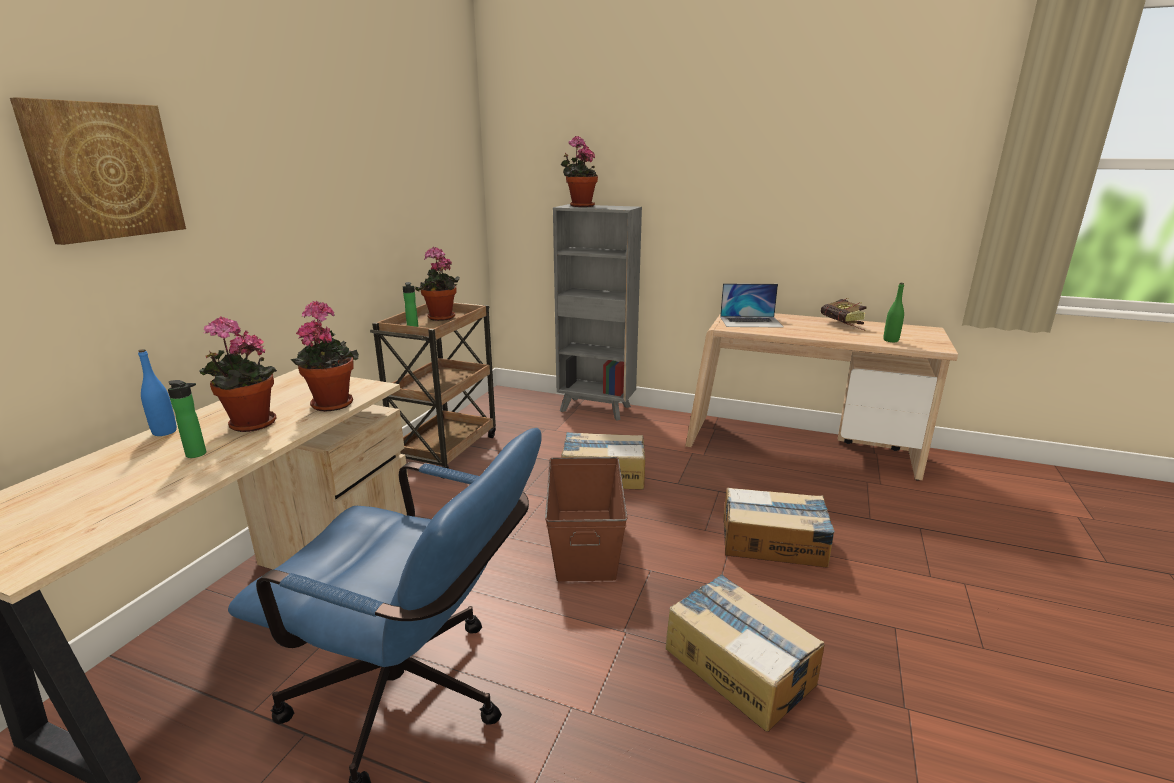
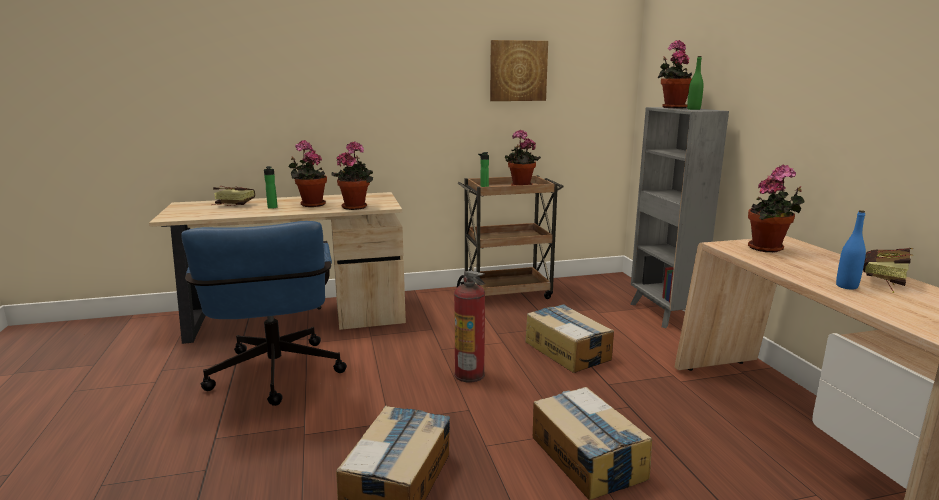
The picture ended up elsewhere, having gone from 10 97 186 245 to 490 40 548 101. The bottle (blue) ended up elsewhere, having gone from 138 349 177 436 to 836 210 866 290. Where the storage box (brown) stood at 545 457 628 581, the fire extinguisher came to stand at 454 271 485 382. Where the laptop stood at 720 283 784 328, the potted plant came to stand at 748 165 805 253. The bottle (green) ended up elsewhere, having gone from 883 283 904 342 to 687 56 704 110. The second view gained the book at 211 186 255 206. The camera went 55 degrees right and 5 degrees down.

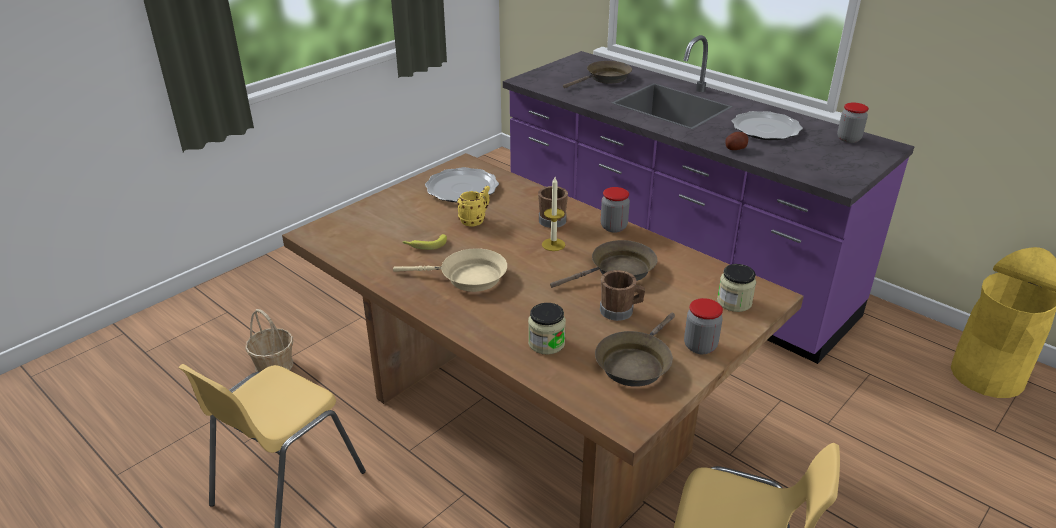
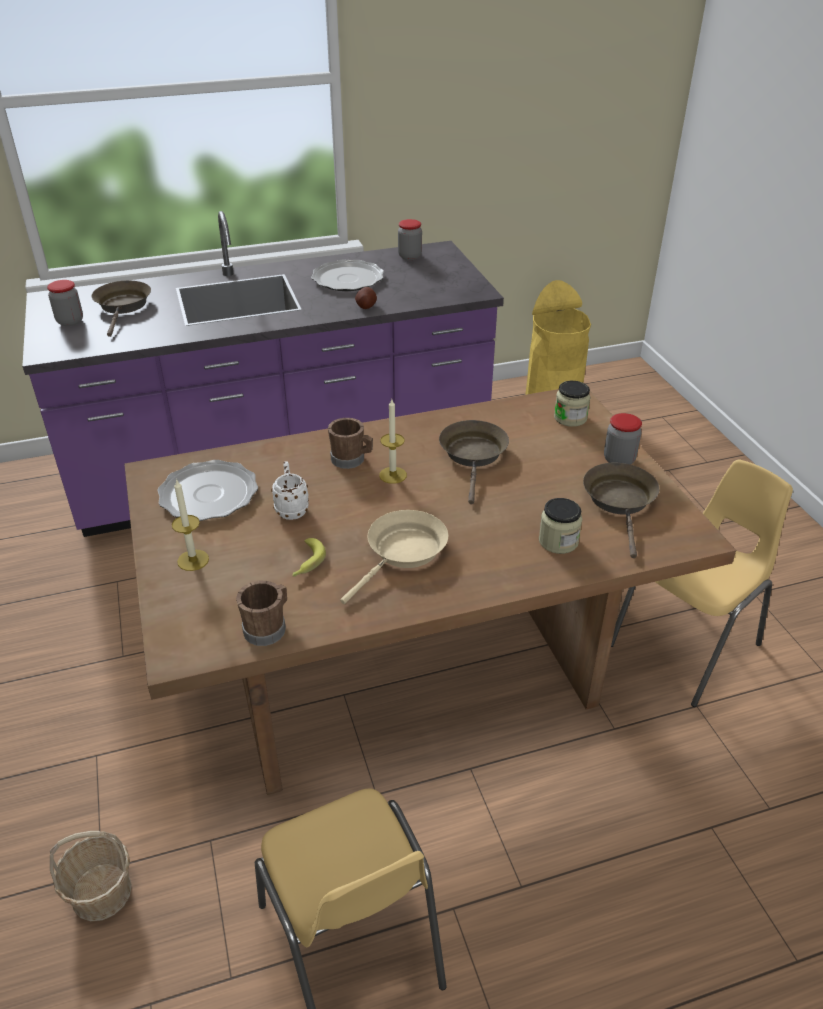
What was the mug (yellow) at 457 186 490 226 turned into the mug (white) at 271 461 309 520. The frying pan (brown) at 595 313 675 387 ended up facing another way, 150 degrees counterclockwise from before. The mug (brown) ended up elsewhere, having gone from 600 270 645 321 to 236 581 287 646. The jar ended up elsewhere, having gone from 601 187 630 233 to 47 280 83 326. The second view gained the candle at 172 479 209 571. The camera went 60 degrees left and 5 degrees up.

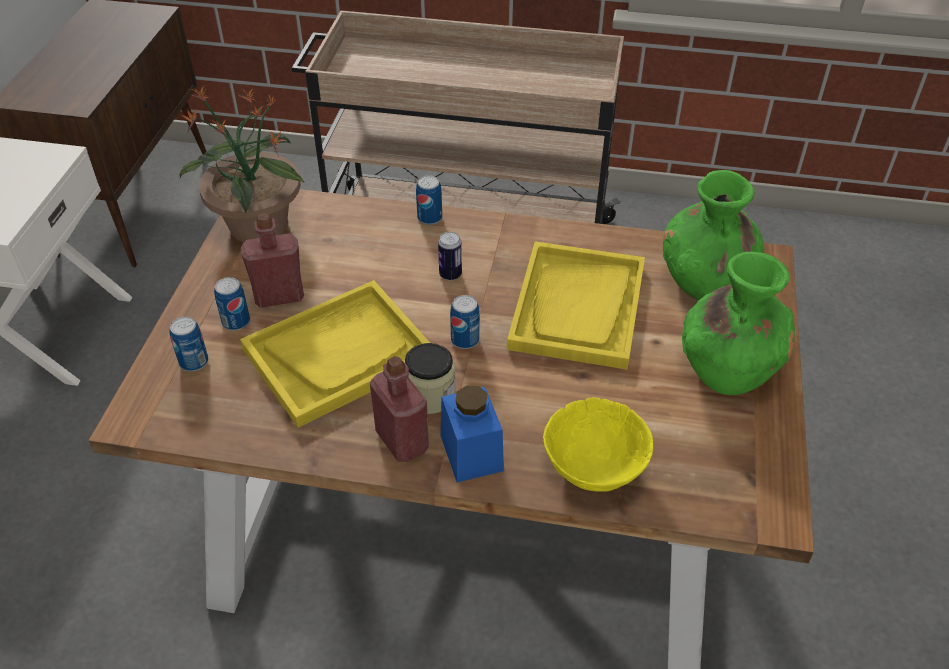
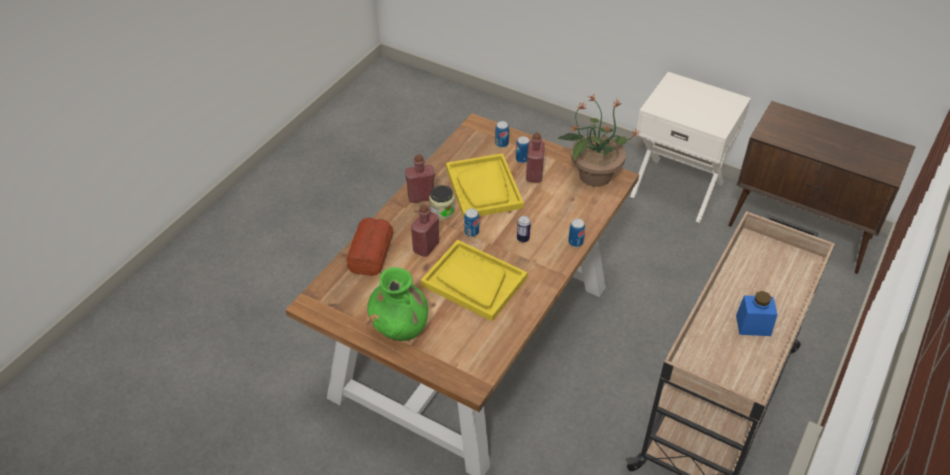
The jar (blue) ended up elsewhere, having gone from 441 385 504 483 to 736 291 777 336. Where the bowl (yellow) stood at 543 398 653 492, the bread came to stand at 347 218 393 276. The second view lost the vase (green) at 663 170 764 300. The second view gained the bottle (red) at 411 204 439 257. The camera went 110 degrees right and 0 degrees up.

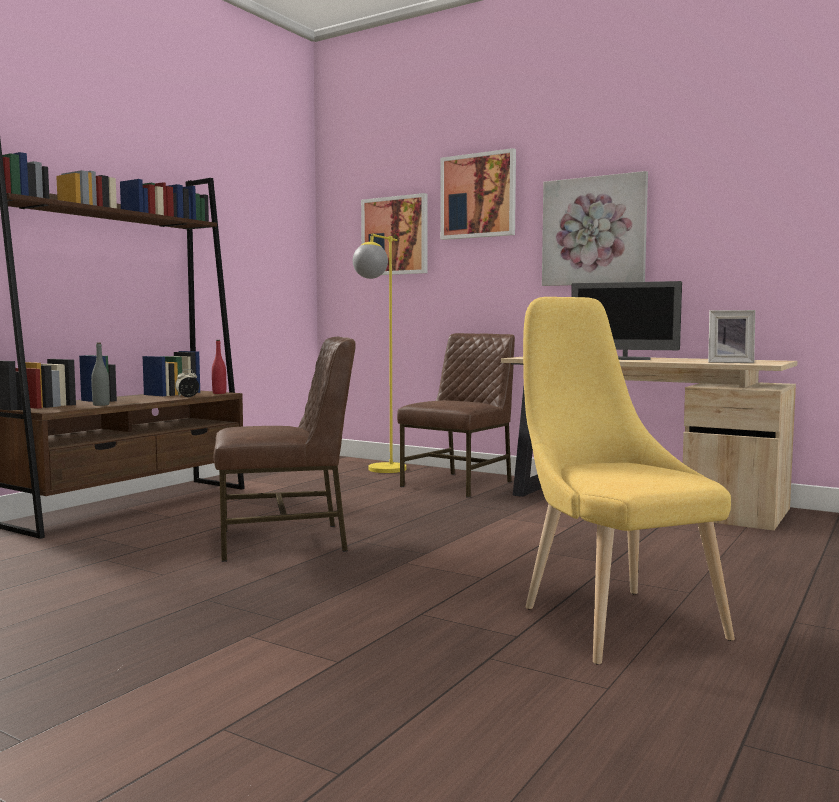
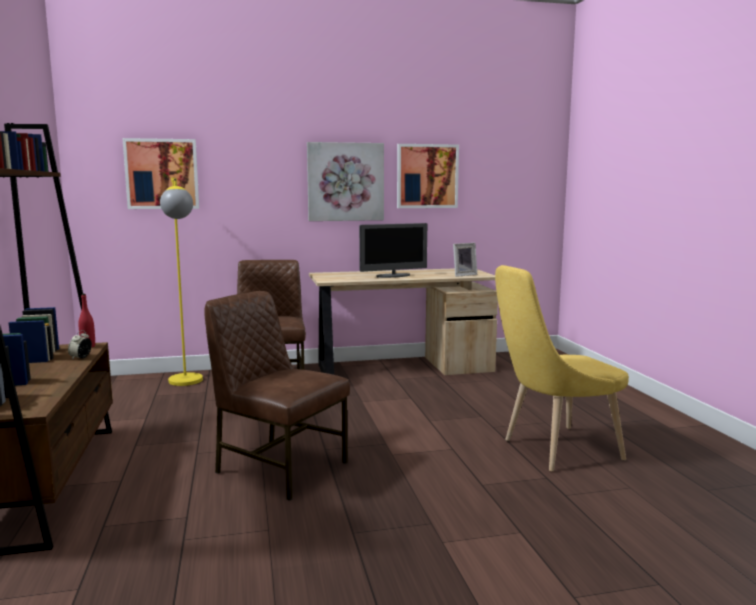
The second view lost the bottle (grey) at 91 343 110 406. The chair (brown) at 214 337 356 562 ended up facing another way, 90 degrees counterclockwise from before. The picture ended up elsewhere, having gone from 440 148 516 240 to 397 144 459 208. The chair (yellow) at 523 297 735 665 ended up facing another way, 45 degrees counterclockwise from before. The camera went 45 degrees left and 5 degrees up.

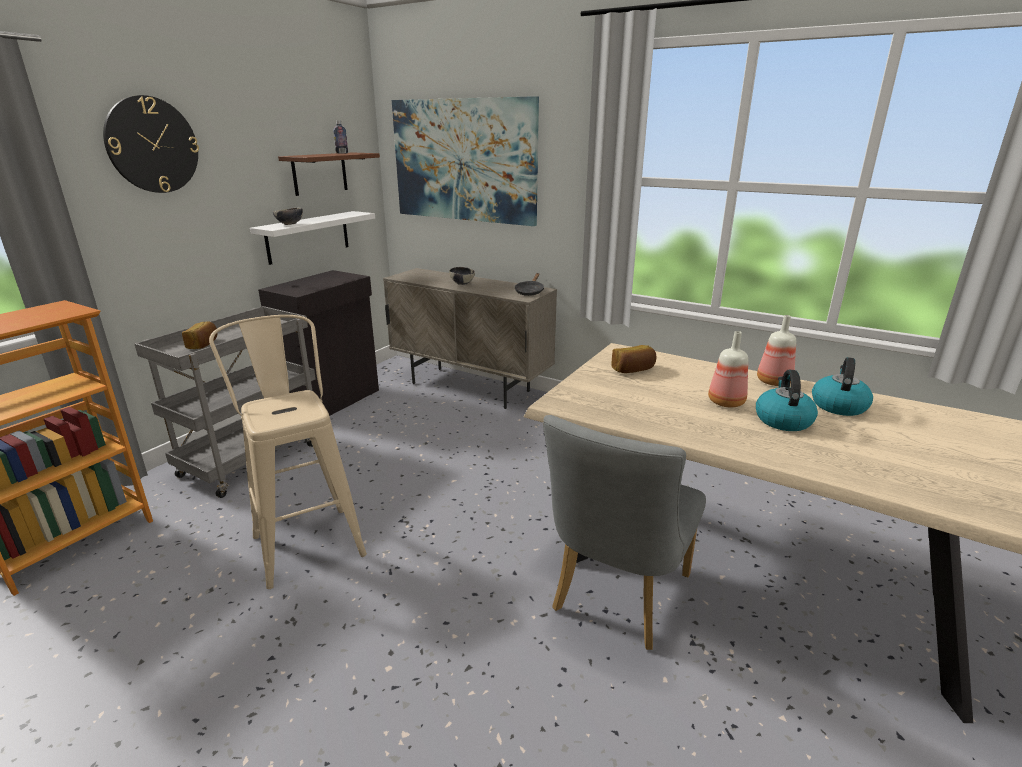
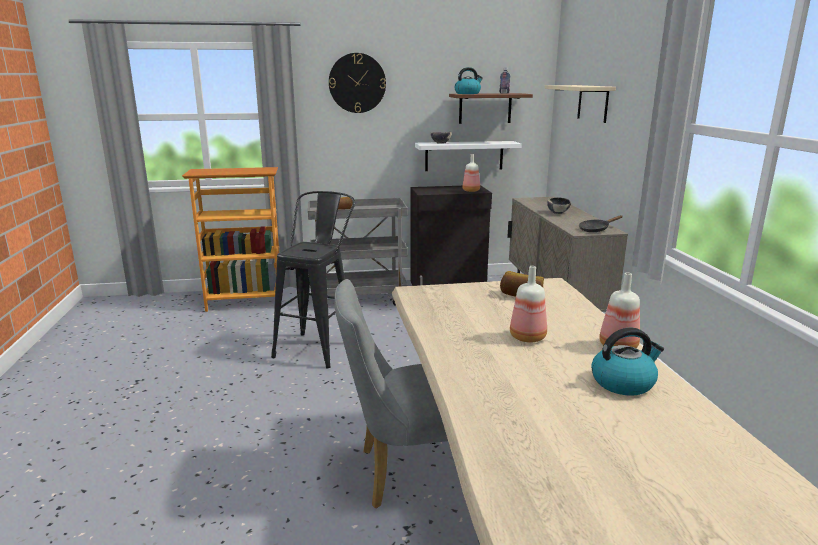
What was the stool (beige) at 209 315 367 589 turned into the stool (black) at 271 191 355 368. Where the picture hung at 392 96 539 226, the shelf (beige) came to hang at 545 85 616 123. The kettle ended up elsewhere, having gone from 756 370 818 431 to 454 67 483 94. The second view gained the bottle at 463 154 480 192. The camera went 50 degrees right and 5 degrees down.

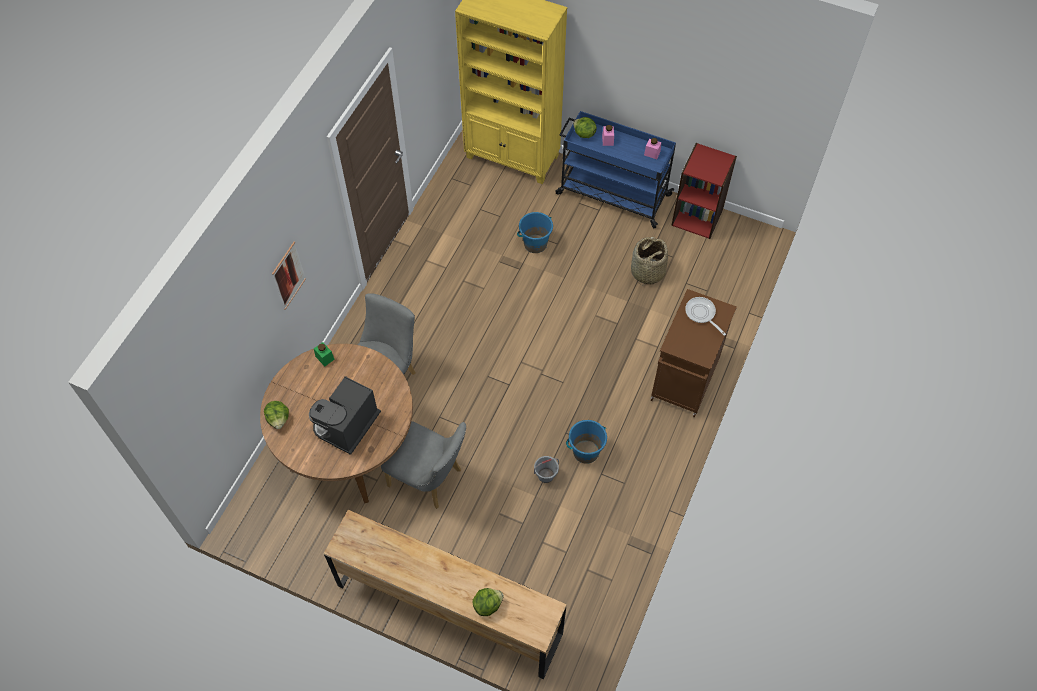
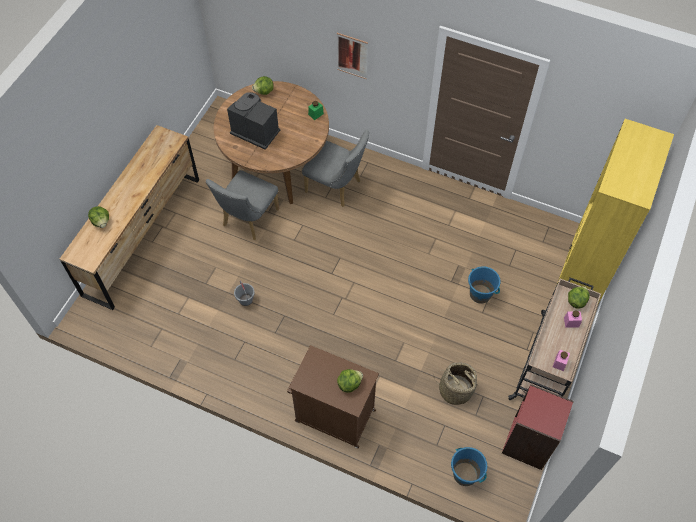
What was the cart (blue) at 555 111 676 229 turned into the cart (beige) at 508 277 601 400. The bucket (blue) ended up elsewhere, having gone from 566 420 607 464 to 451 447 487 486. Where the frying pan stood at 685 297 726 336, the lettuce came to stand at 337 369 363 393. The camera went 90 degrees right and 0 degrees up.

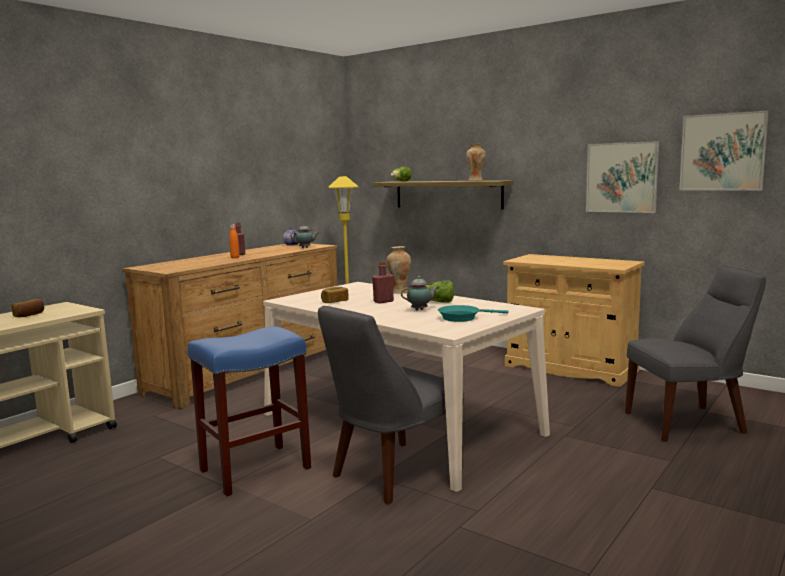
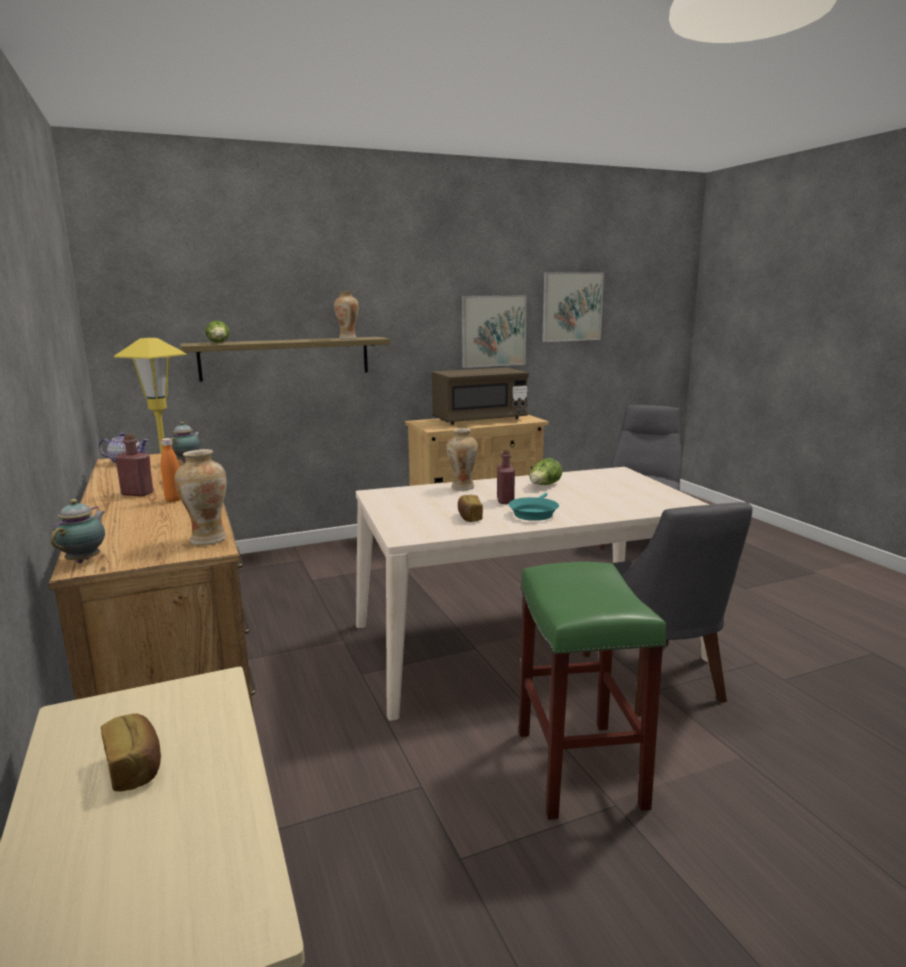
What was the stool (blue) at 187 326 311 496 turned into the stool (green) at 519 562 667 820. The teapot ended up elsewhere, having gone from 401 276 438 311 to 51 499 105 563. The frying pan (turquoise) ended up elsewhere, having gone from 438 305 509 322 to 508 493 559 521. The second view gained the vase at 175 449 227 545. The second view gained the microwave (brown) at 432 368 529 425. The camera went 60 degrees left and 5 degrees up.

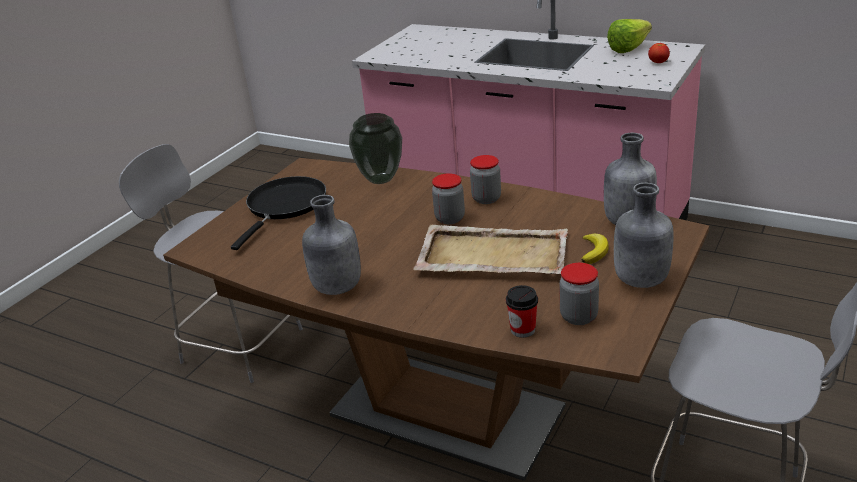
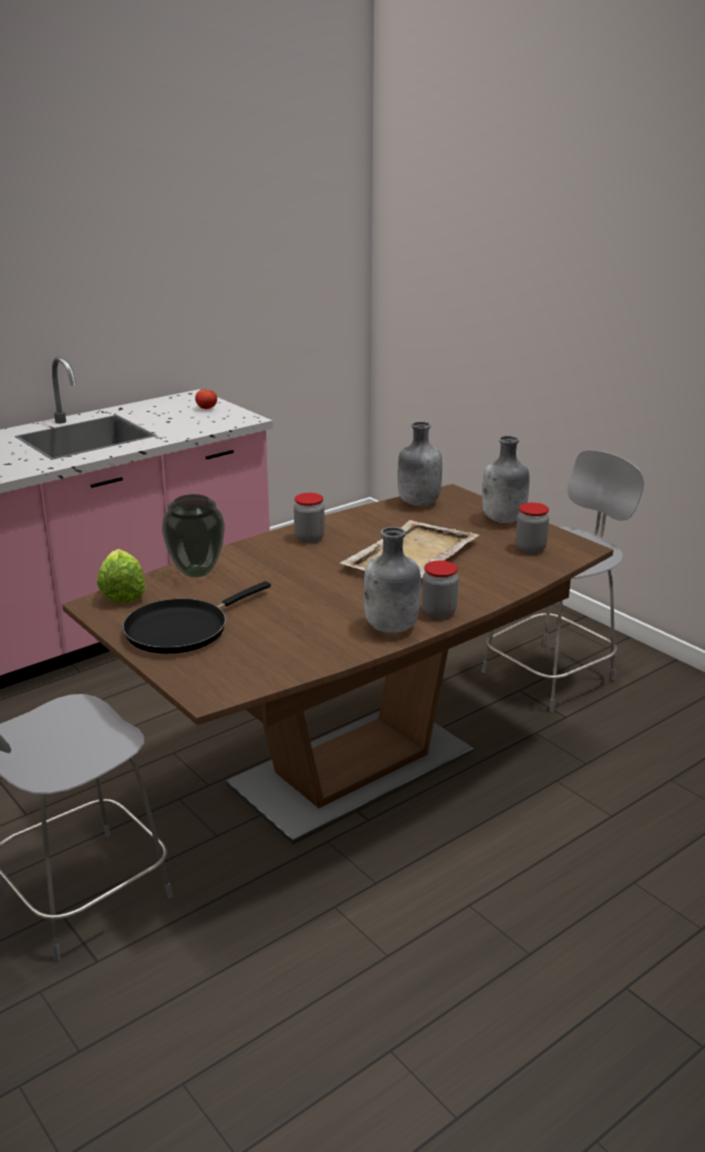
The frying pan (black) at 231 176 326 250 ended up facing another way, 90 degrees counterclockwise from before. The jar ended up elsewhere, having gone from 432 173 465 224 to 422 560 459 619. The second view lost the cup at 506 285 538 338. The second view lost the banana at 581 234 609 264. The lettuce ended up elsewhere, having gone from 607 19 652 53 to 97 549 146 603. The camera went 70 degrees left and 5 degrees down.

